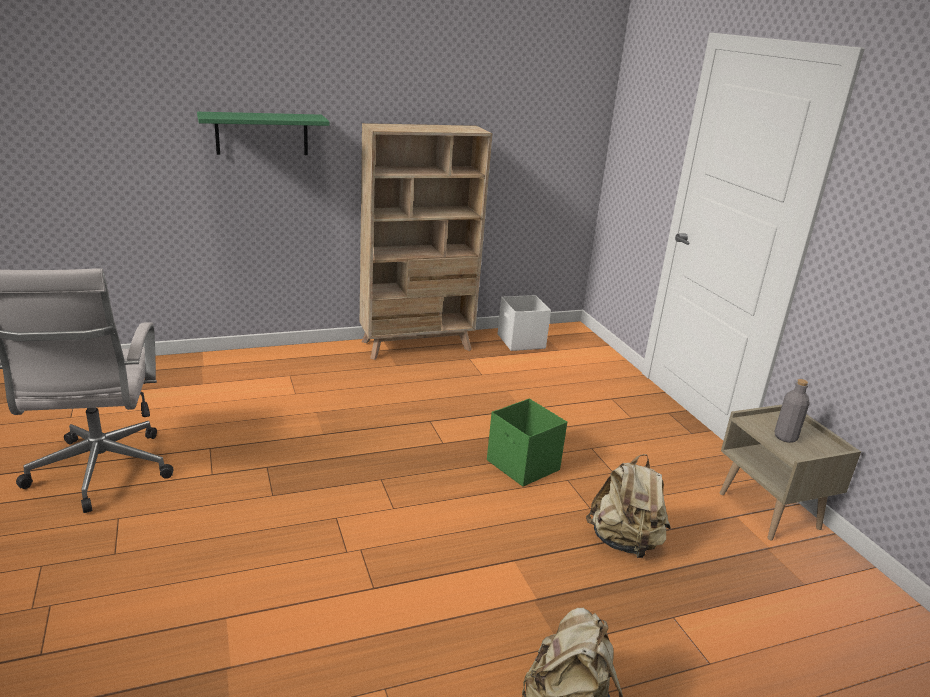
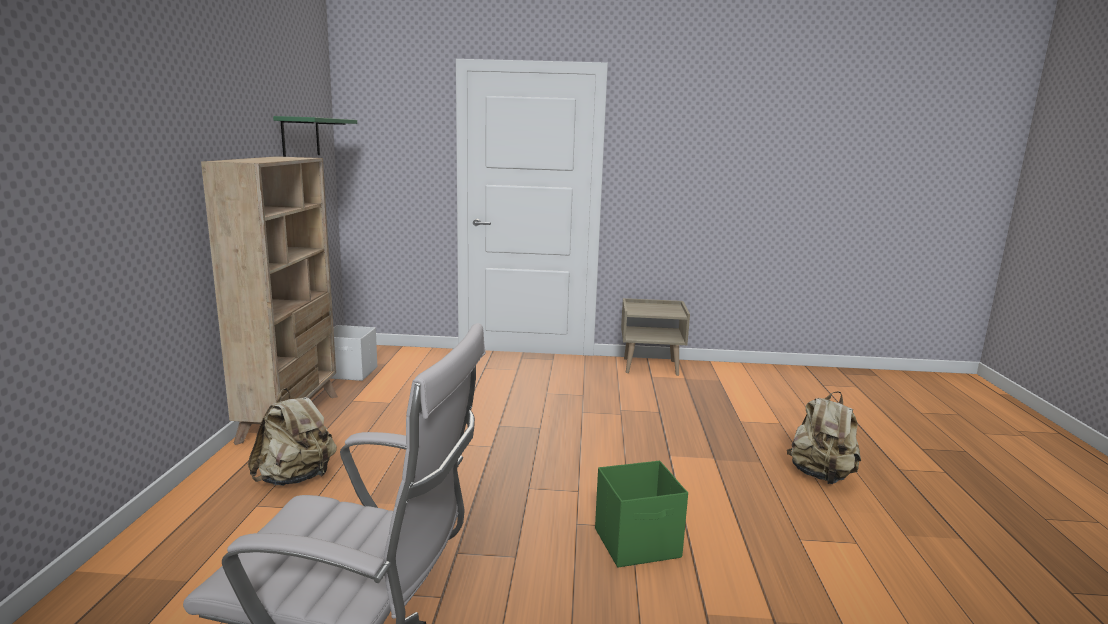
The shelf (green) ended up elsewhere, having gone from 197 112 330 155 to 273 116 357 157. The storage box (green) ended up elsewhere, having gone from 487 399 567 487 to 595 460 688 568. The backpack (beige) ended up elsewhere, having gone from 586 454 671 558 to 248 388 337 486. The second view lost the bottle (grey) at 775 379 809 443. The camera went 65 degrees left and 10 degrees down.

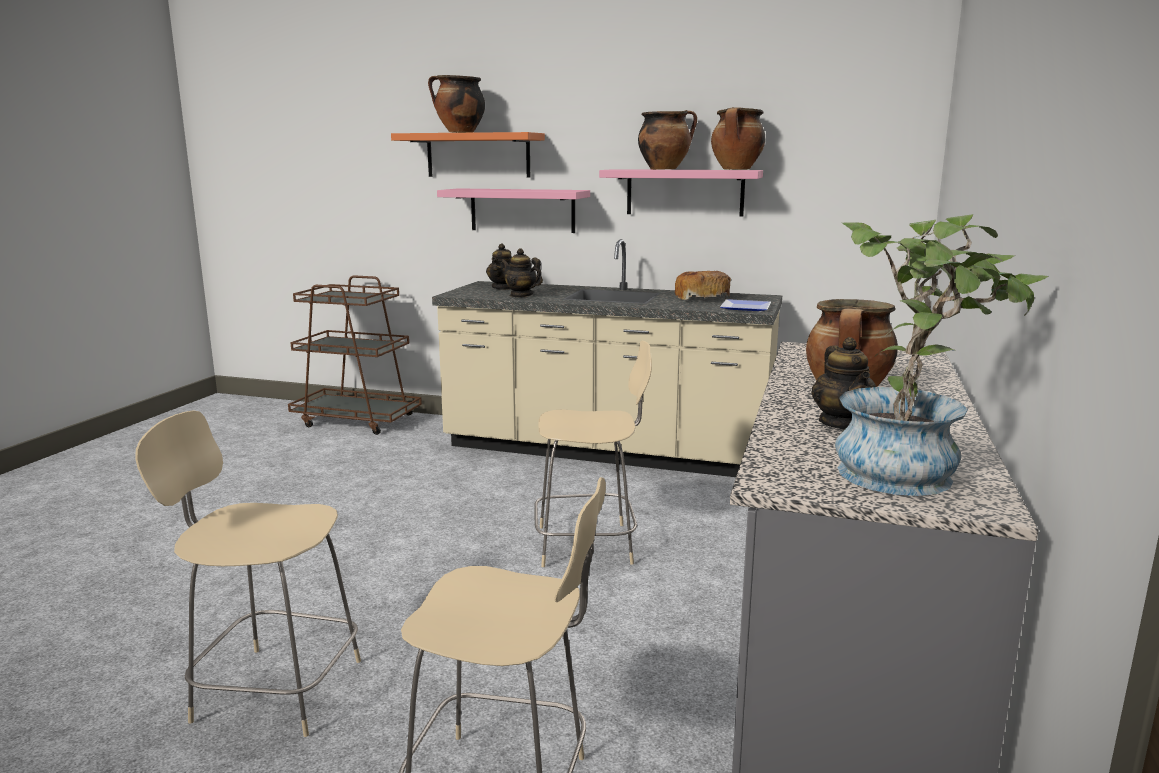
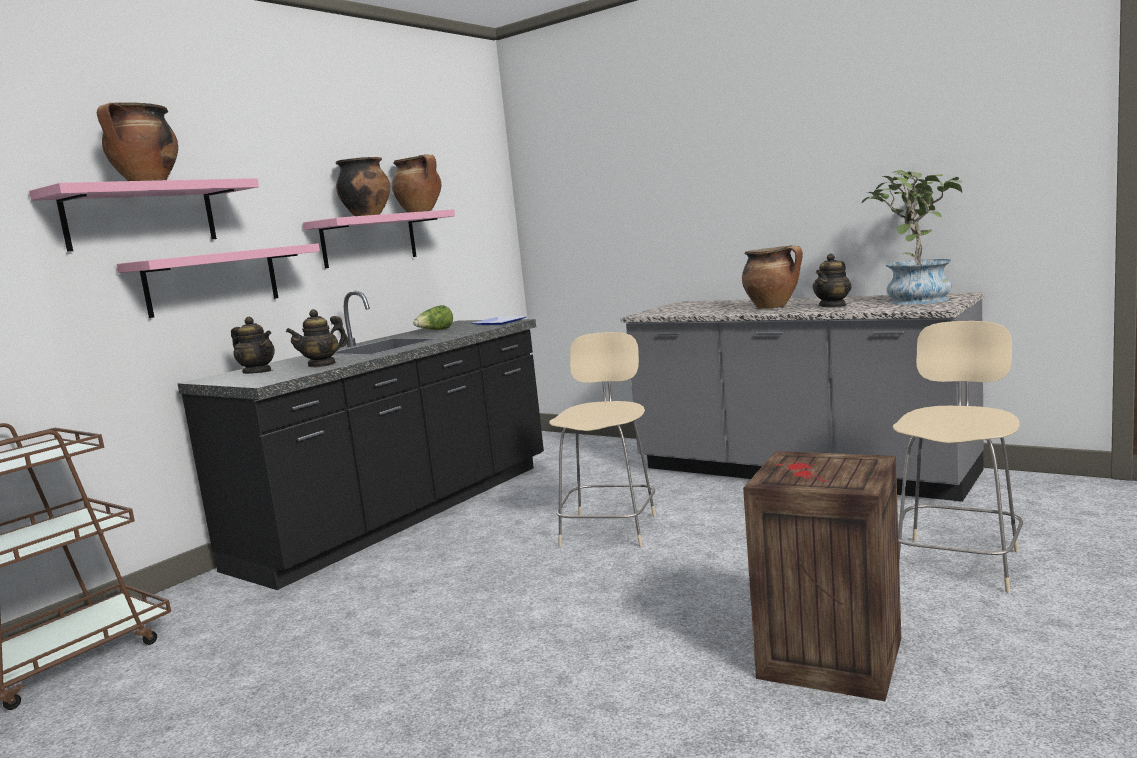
Where the chair (beige) stood at 135 410 361 737, the crate came to stand at 743 451 901 701. What was the shelf (orange) at 391 132 545 178 turned into the shelf (pink) at 29 178 259 252. What was the counter (beige) at 432 239 782 477 turned into the counter (black) at 177 291 544 590. Where the bread stood at 675 271 731 300, the lettuce came to stand at 413 305 453 330. The teapot at 811 337 877 430 ended up facing another way, 120 degrees clockwise from before. The camera went 70 degrees left and 5 degrees down.

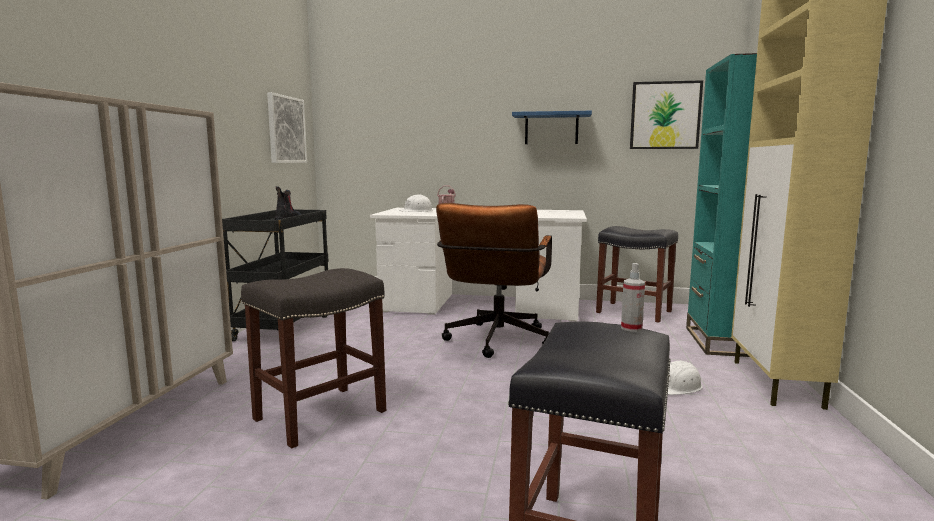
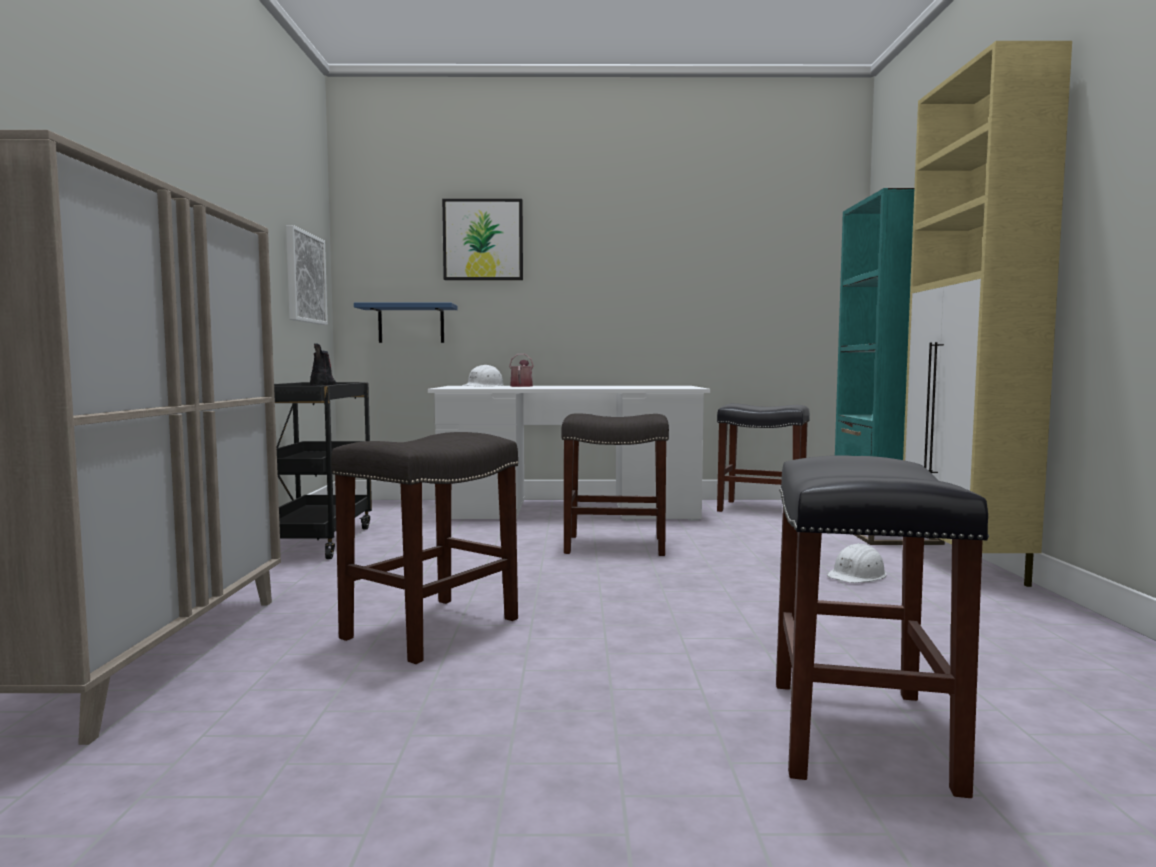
Where the office chair (brown) stood at 436 203 552 358, the stool (grey) came to stand at 561 413 669 556. The shelf (blue) ended up elsewhere, having gone from 512 111 592 144 to 354 302 458 343. The second view lost the spray bottle at 621 263 645 332. The picture ended up elsewhere, having gone from 630 80 703 149 to 442 199 523 280. The camera went 10 degrees left and 5 degrees down.

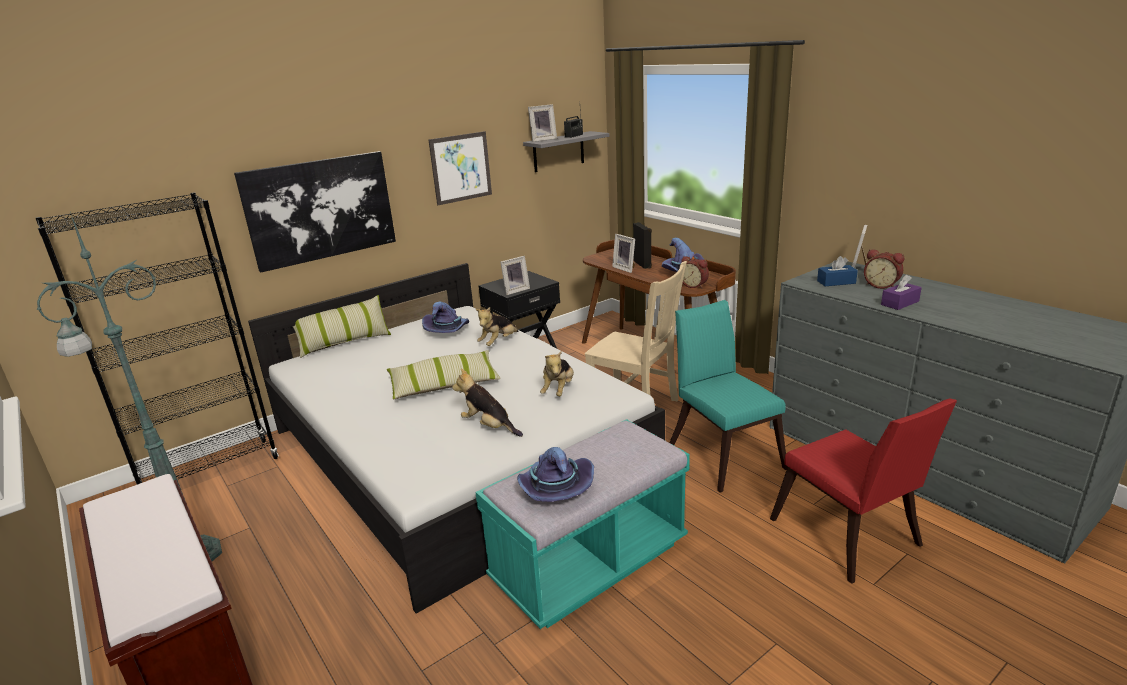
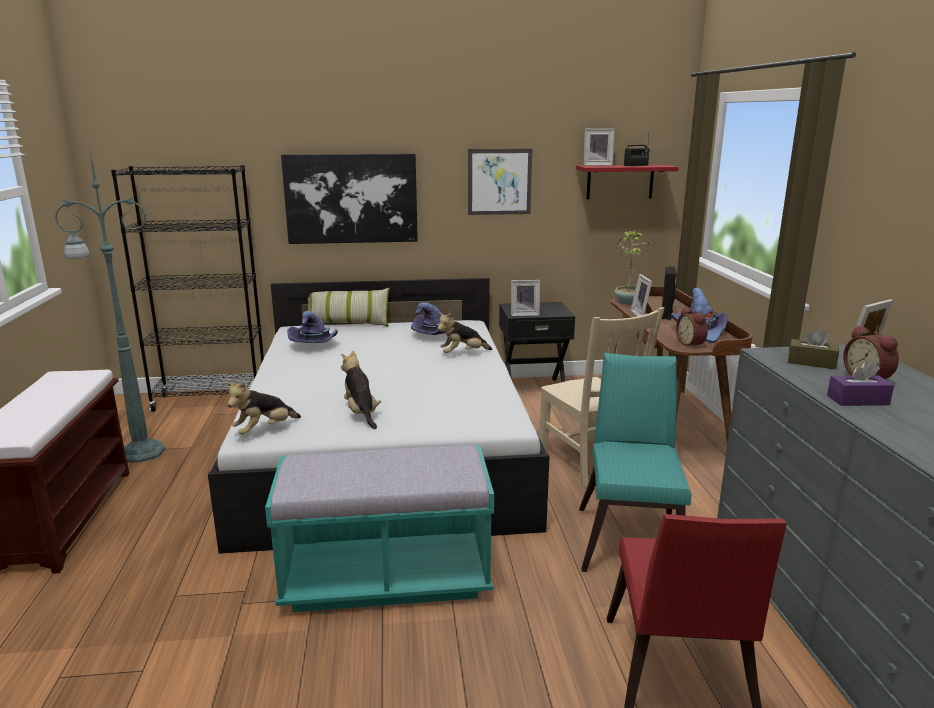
The second view lost the pillow at 387 350 500 399. The hat (purple) ended up elsewhere, having gone from 517 447 594 502 to 287 311 338 343. What was the shelf (grey) at 523 131 609 172 turned into the shelf (red) at 576 165 679 199. The plush toy ended up elsewhere, having gone from 540 350 574 396 to 226 382 301 434. What was the tissue box (blue) at 817 256 858 286 turned into the tissue box (brown) at 788 328 839 369. The second view gained the potted plant at 614 230 653 304. The camera went 30 degrees right and 5 degrees down.

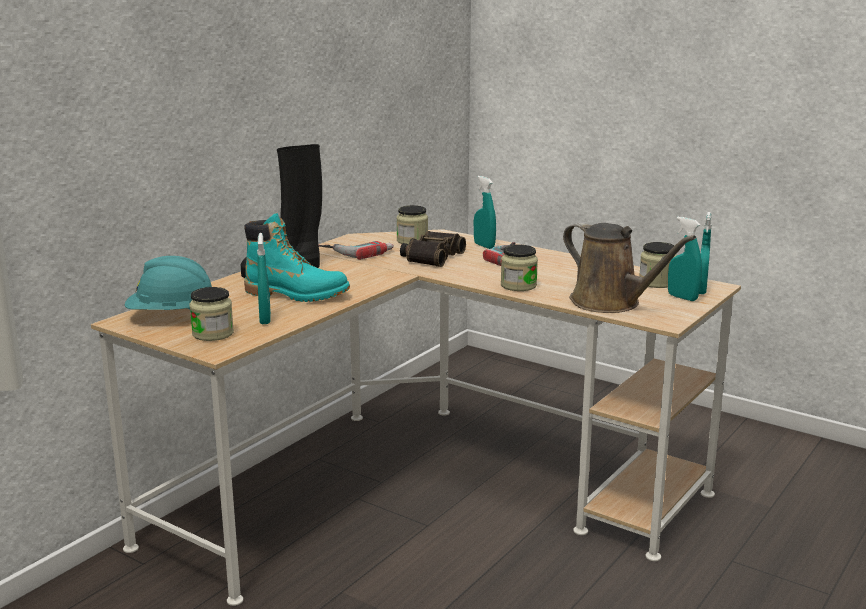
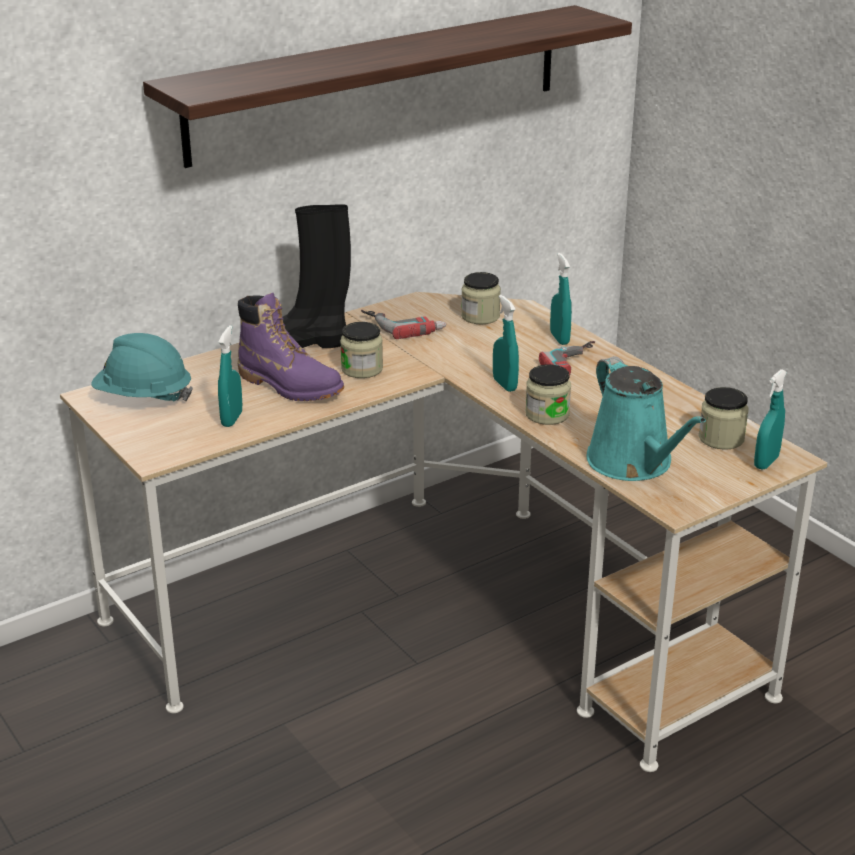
The jar ended up elsewhere, having gone from 189 287 234 341 to 340 322 383 378. What was the boot (turquoise) at 244 213 350 302 turned into the boot (purple) at 238 293 344 401. The second view lost the binoculars at 400 231 466 267. What was the watering can (brown) at 563 222 696 313 turned into the watering can (turquoise) at 586 356 706 481. The spray bottle (turquoise) ended up elsewhere, having gone from 668 217 702 301 to 493 295 519 392. The second view gained the shelf at 143 5 632 168. The camera went 20 degrees right and 10 degrees up.

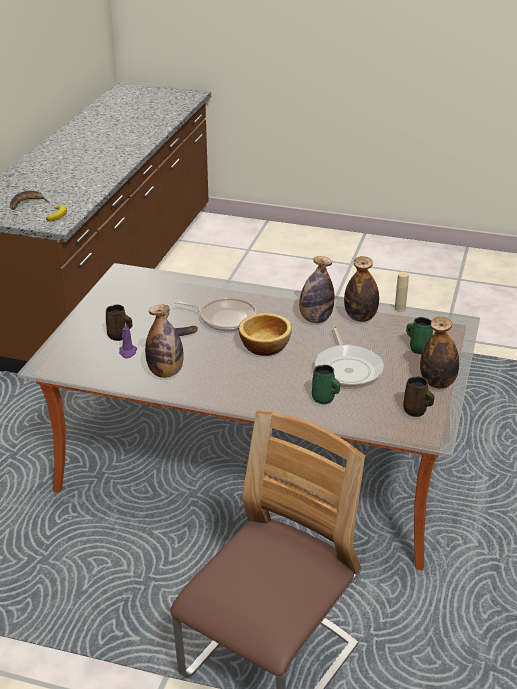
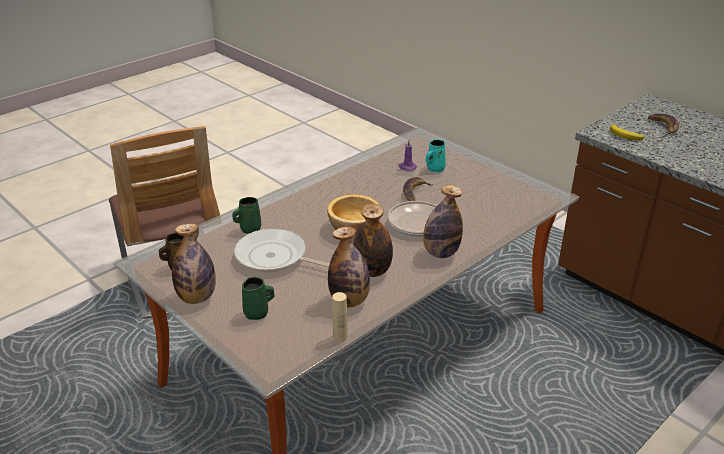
What was the mug (brown) at 106 304 132 341 turned into the mug (turquoise) at 425 139 446 172. The bottle ended up elsewhere, having gone from 145 305 184 378 to 423 185 463 258. The camera went 120 degrees right and 0 degrees up.

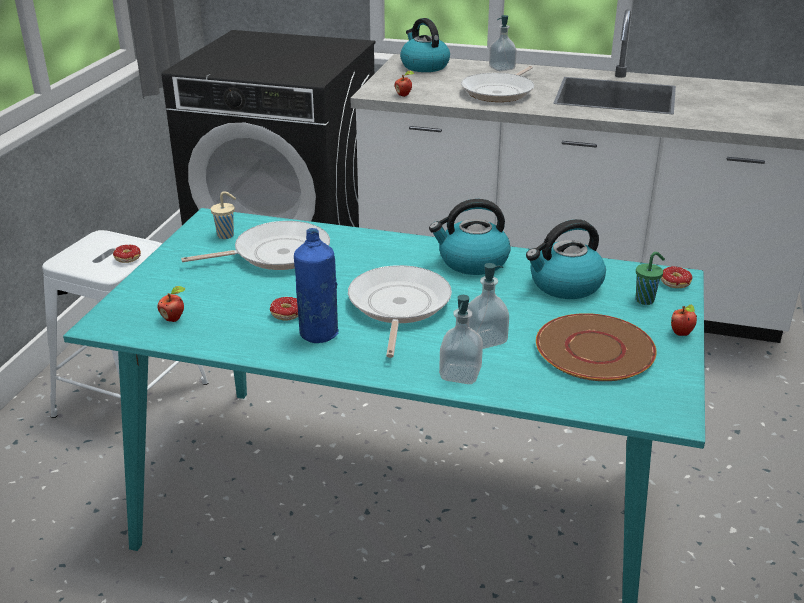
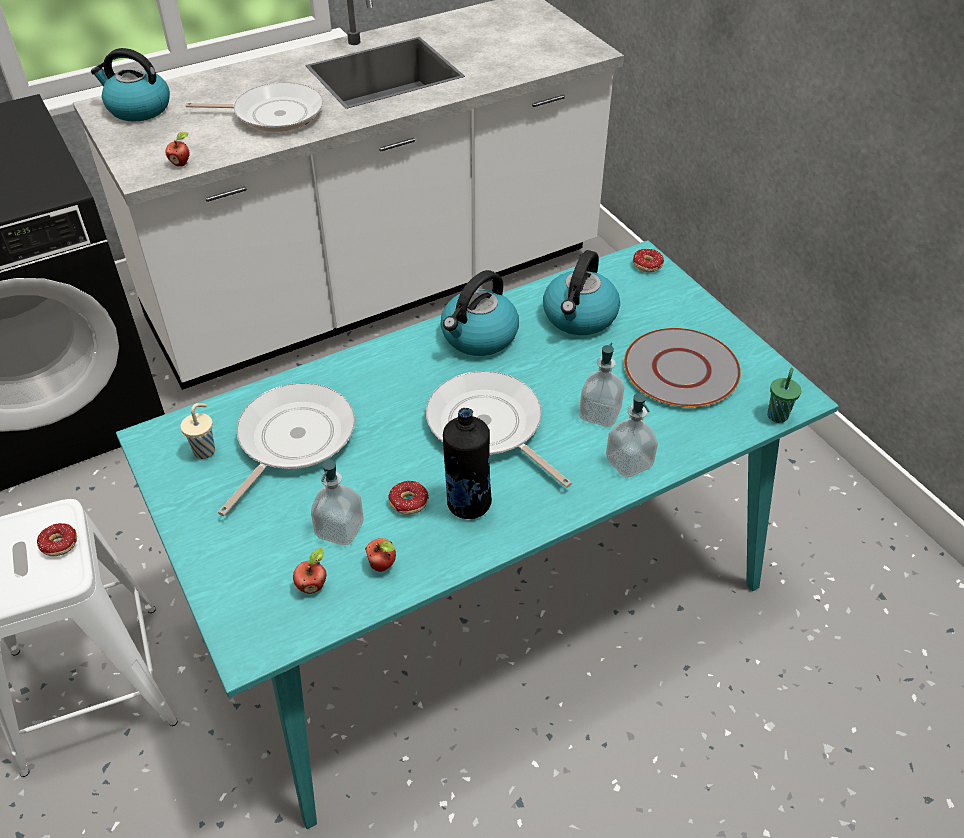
What was the bottle (blue) at 294 228 339 343 turned into the bottle (black) at 443 408 492 519. The frying pan at 461 66 534 102 ended up facing another way, 75 degrees counterclockwise from before. The soap dispenser ended up elsewhere, having gone from 489 15 517 71 to 311 460 364 545. What was the plate (brown) at 536 313 657 381 turned into the plate (grey) at 624 328 741 407. The cup (green) ended up elsewhere, having gone from 636 252 665 305 to 767 368 801 423. The apple ended up elsewhere, having gone from 671 304 697 336 to 365 538 396 572. The camera went 45 degrees left and 15 degrees up.

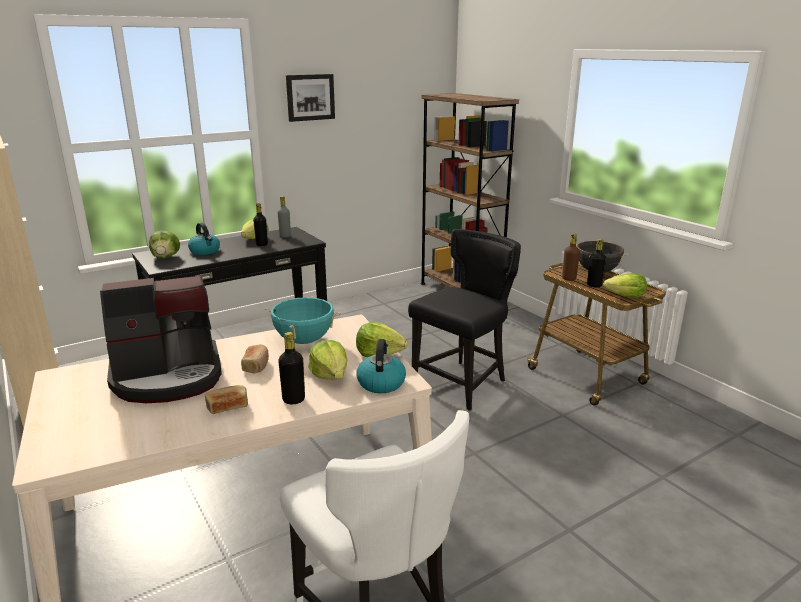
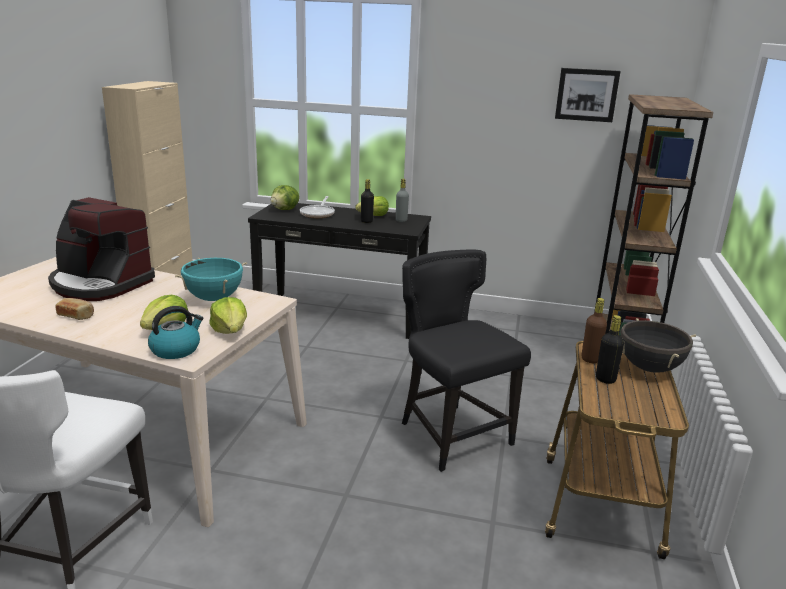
Where the kettle stood at 188 223 220 255, the frying pan came to stand at 300 196 335 218. The second view lost the bread at 241 344 269 374. The second view lost the bottle (black) at 278 332 305 404. The picture ended up elsewhere, having gone from 286 74 335 122 to 555 68 621 122. The chair (black) at 408 229 521 411 ended up facing another way, 120 degrees counterclockwise from before. The second view lost the lettuce at 603 273 647 298. The camera went 45 degrees right and 0 degrees up.

